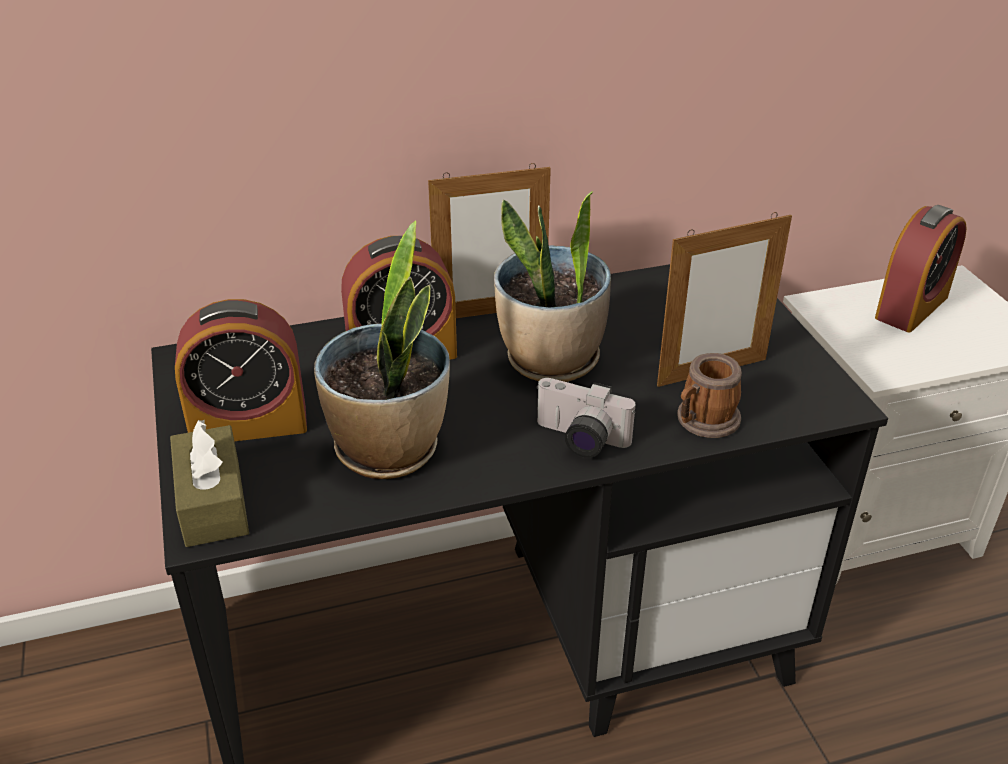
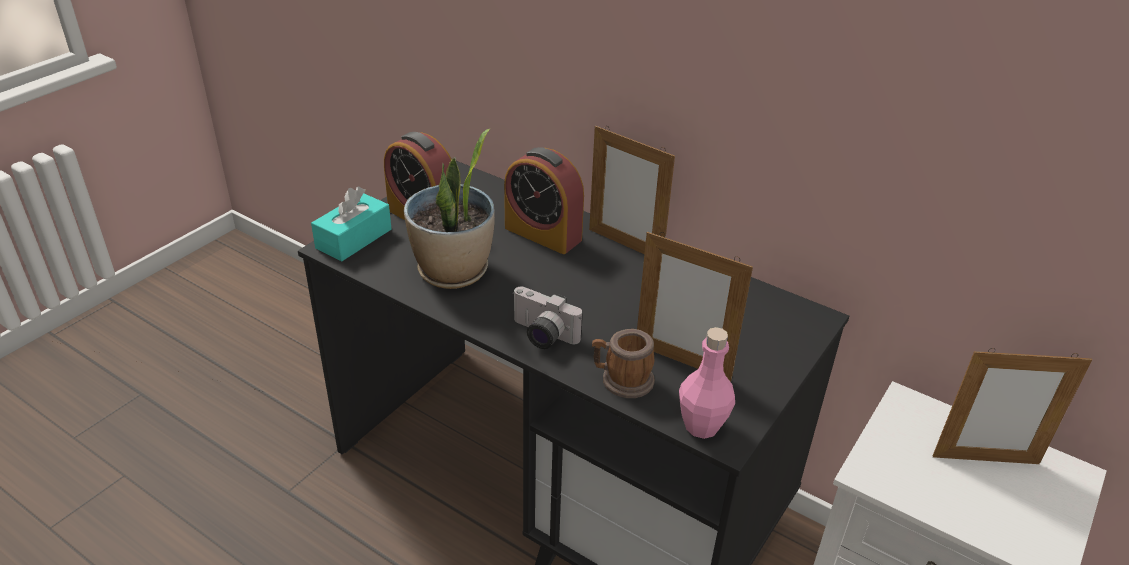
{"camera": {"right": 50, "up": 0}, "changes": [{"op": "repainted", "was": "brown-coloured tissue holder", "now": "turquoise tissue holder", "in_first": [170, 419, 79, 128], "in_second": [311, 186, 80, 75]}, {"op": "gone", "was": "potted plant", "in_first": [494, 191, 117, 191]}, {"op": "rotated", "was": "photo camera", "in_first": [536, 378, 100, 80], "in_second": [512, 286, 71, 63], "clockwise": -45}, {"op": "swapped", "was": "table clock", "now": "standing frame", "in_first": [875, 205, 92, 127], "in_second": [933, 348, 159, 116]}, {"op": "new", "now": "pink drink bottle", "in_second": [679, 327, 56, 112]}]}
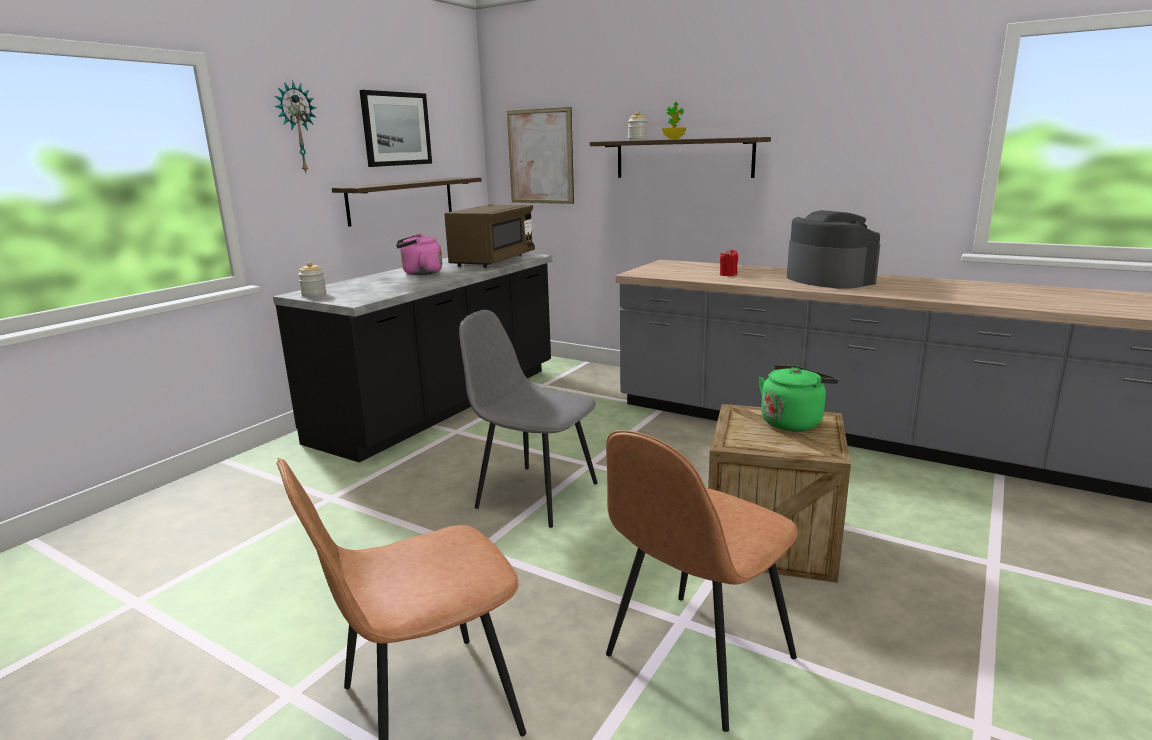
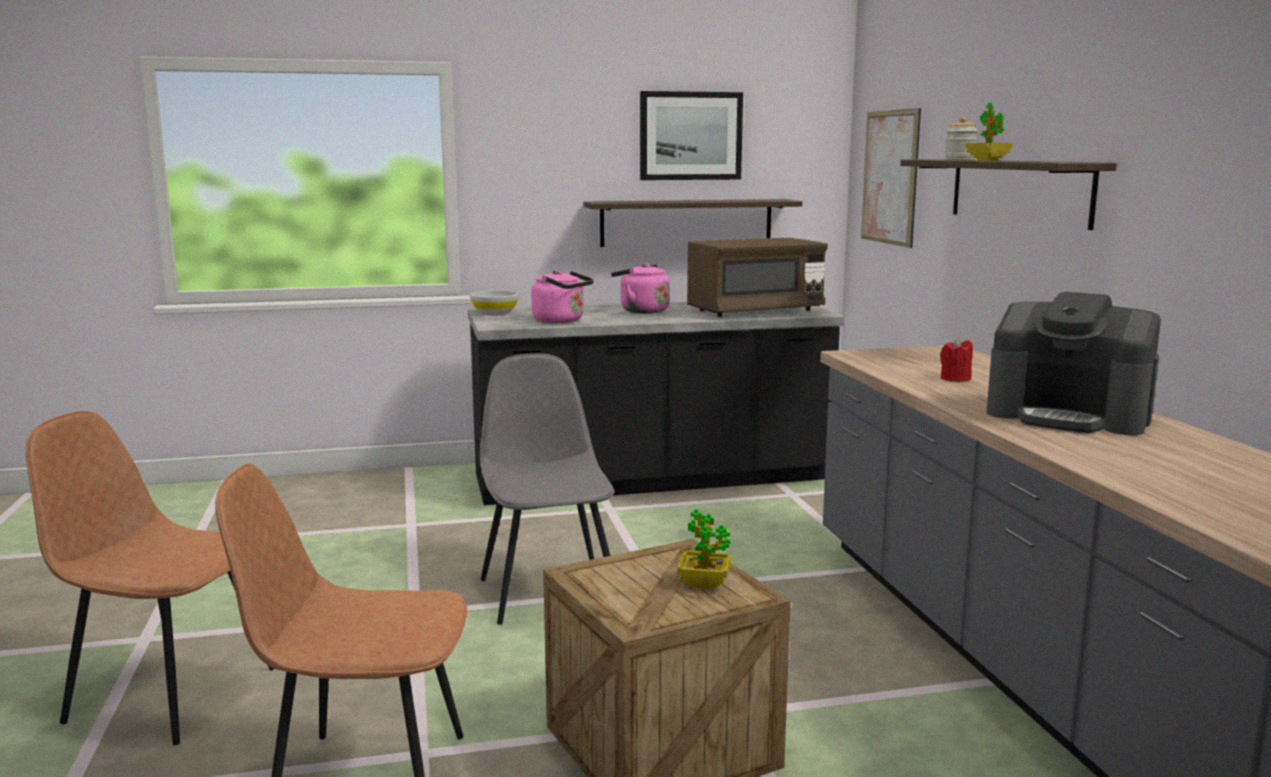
{"camera": {"right": 45, "up": -5}, "changes": [{"op": "gone", "was": "wall clock", "in_first": [275, 81, 42, 92]}, {"op": "swapped", "was": "storage jar", "now": "white bowl", "in_first": [298, 262, 28, 35], "in_second": [470, 290, 49, 26]}, {"op": "swapped", "was": "greenish tea kettle", "now": "potted plant", "in_first": [759, 365, 80, 66], "in_second": [677, 509, 54, 80]}, {"op": "rotated", "was": "coffee brewer", "in_first": [787, 210, 93, 79], "in_second": [986, 292, 175, 143], "clockwise": 105}, {"op": "new", "now": "pink tea kettle", "in_second": [531, 270, 63, 53]}]}
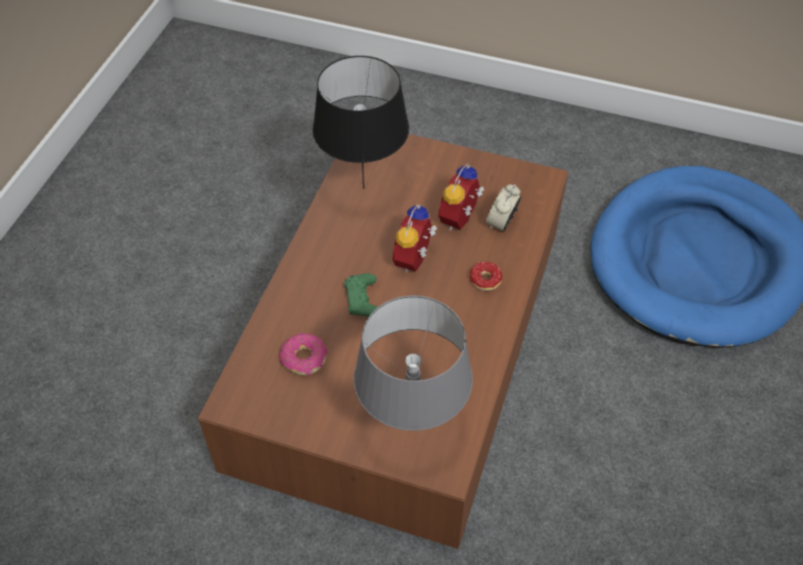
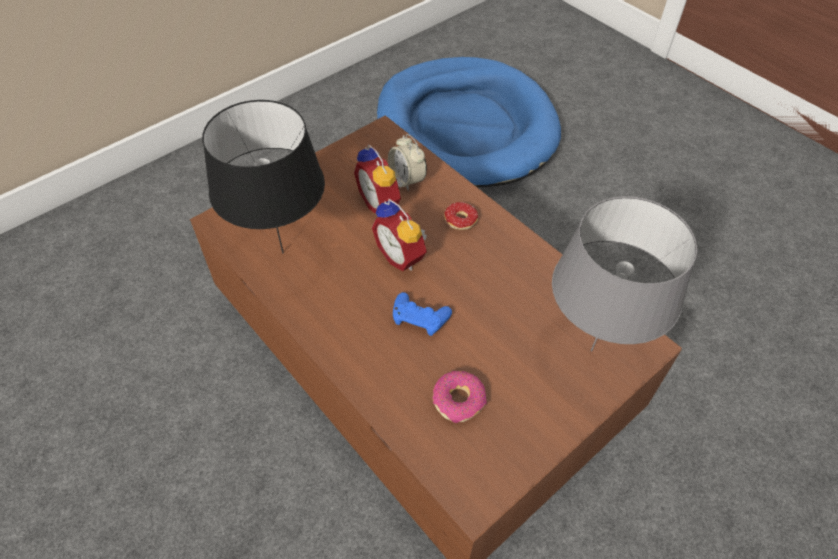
{"camera": {"right": -60, "up": 0}, "changes": [{"op": "repainted", "was": "greenish game controller", "now": "blue game controller", "in_first": [344, 273, 34, 44], "in_second": [393, 292, 59, 44]}]}
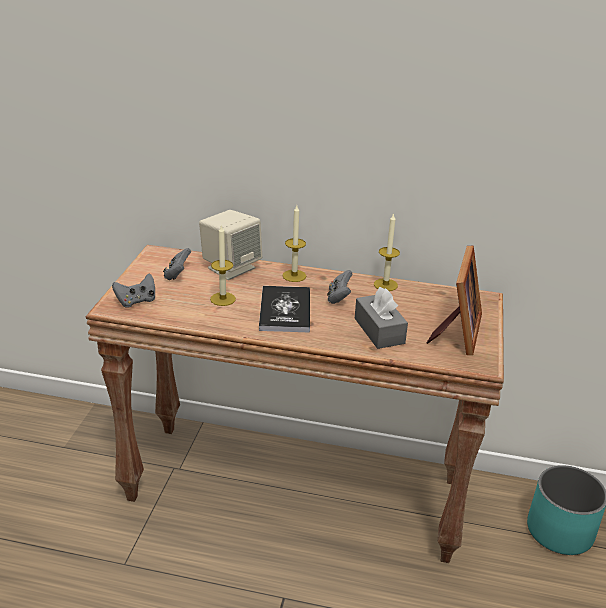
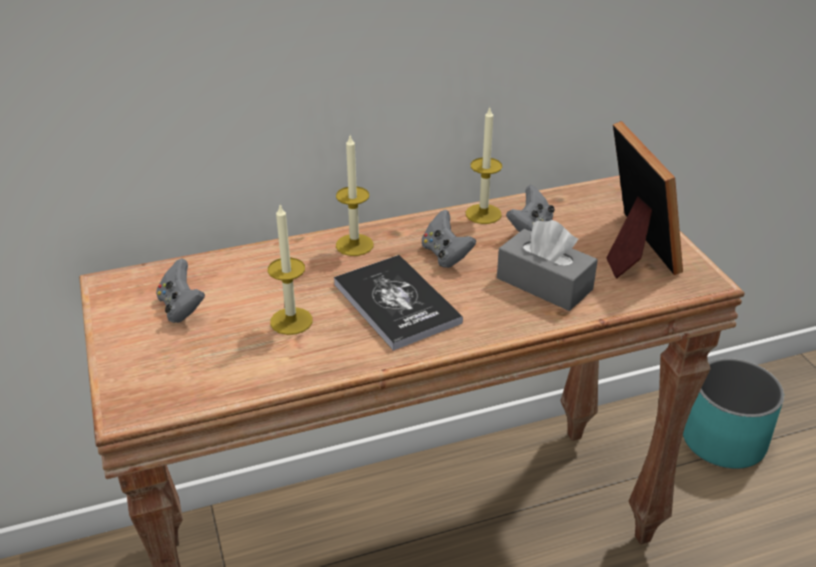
{"camera": {"right": -30, "up": 5}, "changes": [{"op": "shifted", "was": "greyish game controller", "in_first": [112, 273, 43, 35], "in_second": [506, 185, 49, 47]}, {"op": "gone", "was": "beige loudspeaker", "in_first": [199, 210, 63, 70]}]}
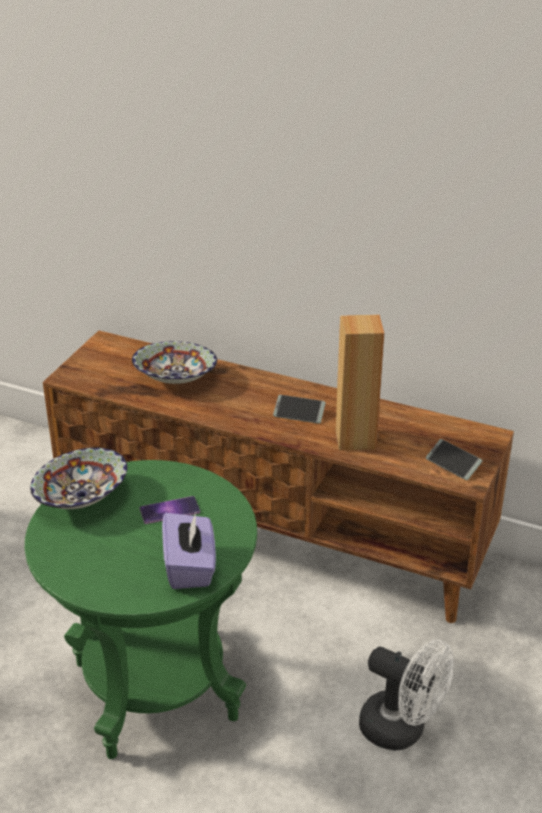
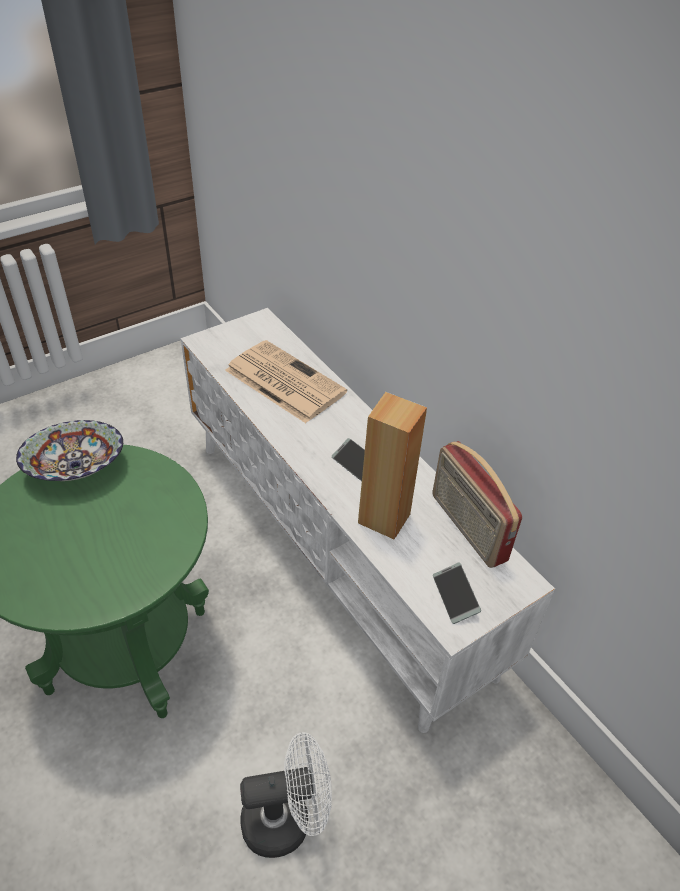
{"camera": {"right": 30, "up": 10}, "changes": [{"op": "repainted", "was": "brown-coloured tv unit", "now": "white tv unit", "in_first": [43, 330, 471, 293], "in_second": [181, 308, 374, 425]}, {"op": "swapped", "was": "bowl", "now": "newspaper", "in_first": [132, 341, 85, 43], "in_second": [225, 340, 122, 83]}, {"op": "gone", "was": "handset", "in_first": [140, 496, 60, 28]}, {"op": "gone", "was": "purple tissue holder", "in_first": [162, 513, 54, 76]}, {"op": "rotated", "was": "white cooling fan", "in_first": [359, 640, 95, 111], "in_second": [240, 732, 92, 126], "clockwise": -75}, {"op": "new", "now": "radio set", "in_second": [432, 441, 90, 127]}]}
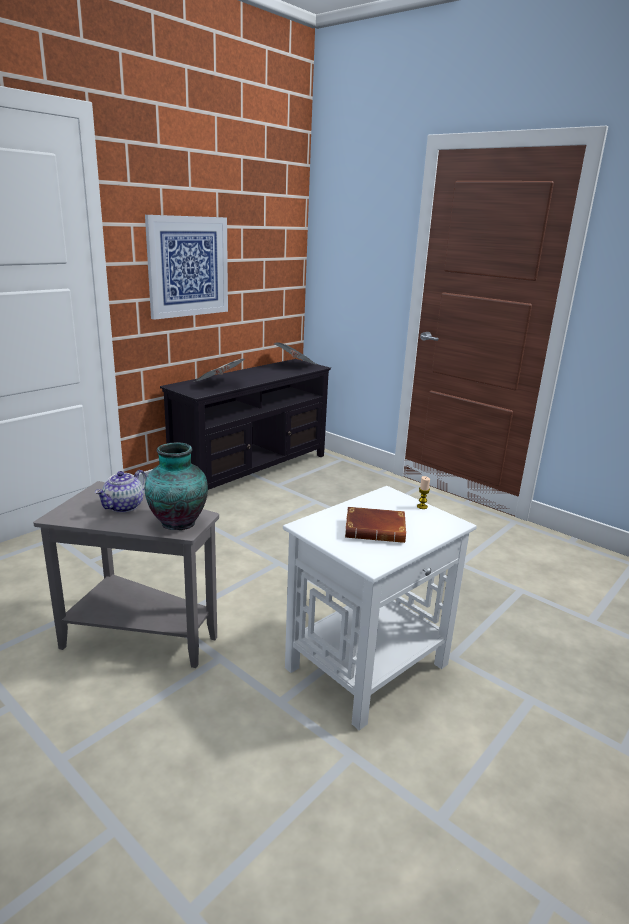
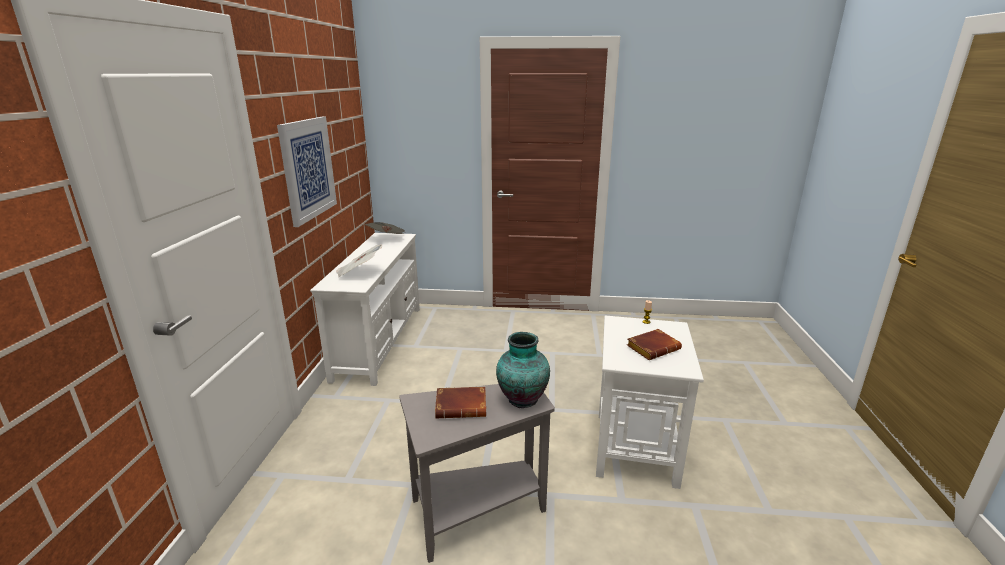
{"camera": {"right": -35, "up": 0}, "changes": [{"op": "swapped", "was": "teapot", "now": "brown-coloured book", "in_first": [95, 470, 52, 43], "in_second": [435, 387, 51, 32]}, {"op": "repainted", "was": "black-coloured tv unit", "now": "white tv unit", "in_first": [160, 359, 171, 131], "in_second": [310, 233, 110, 153]}]}
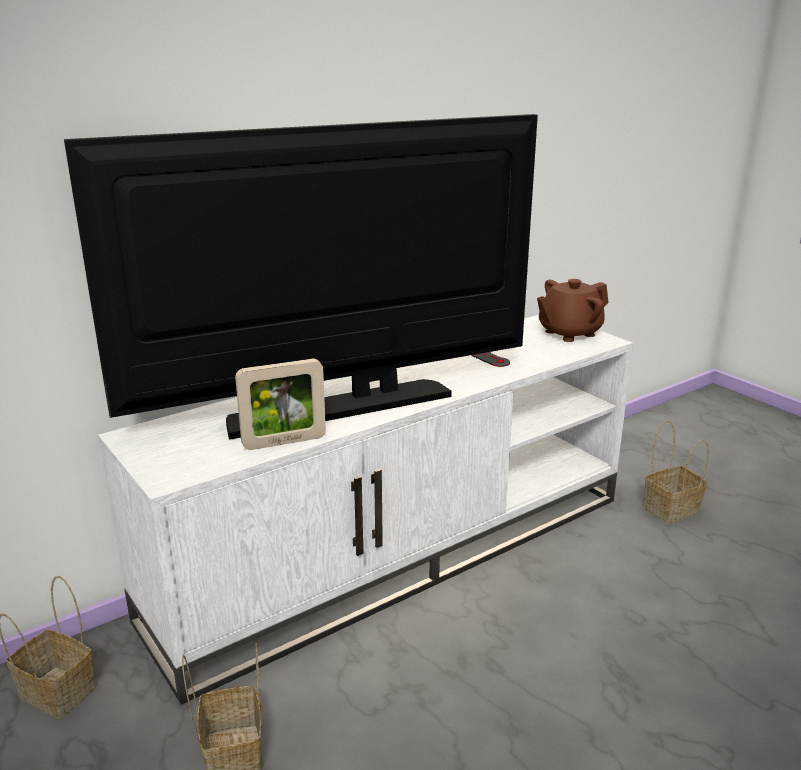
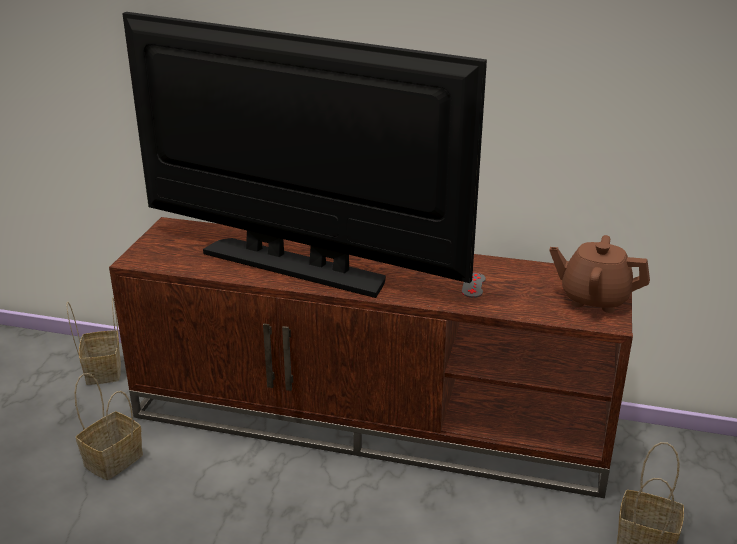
{"camera": {"right": 50, "up": 5}, "changes": [{"op": "repainted", "was": "white tv unit", "now": "brown-coloured tv unit", "in_first": [98, 315, 535, 390], "in_second": [109, 217, 524, 281]}, {"op": "gone", "was": "standing frame", "in_first": [235, 359, 91, 91]}]}
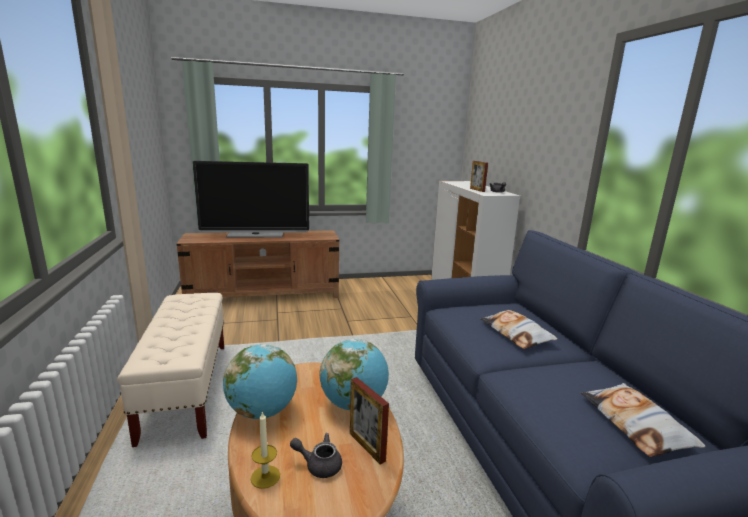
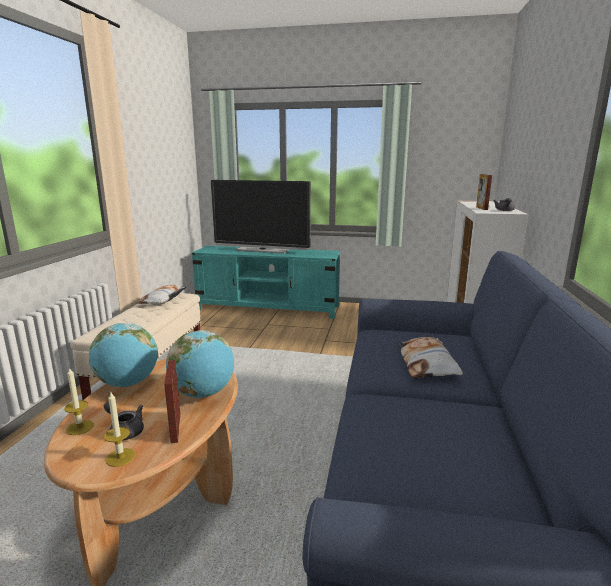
{"camera": {"right": 25, "up": 0}, "changes": [{"op": "repainted", "was": "brown-coloured tv unit", "now": "turquoise tv unit", "in_first": [176, 230, 164, 68], "in_second": [192, 246, 148, 73]}, {"op": "shifted", "was": "cushion", "in_first": [581, 383, 125, 74], "in_second": [136, 285, 51, 20]}, {"op": "new", "now": "wax candle", "in_second": [104, 392, 31, 75]}]}
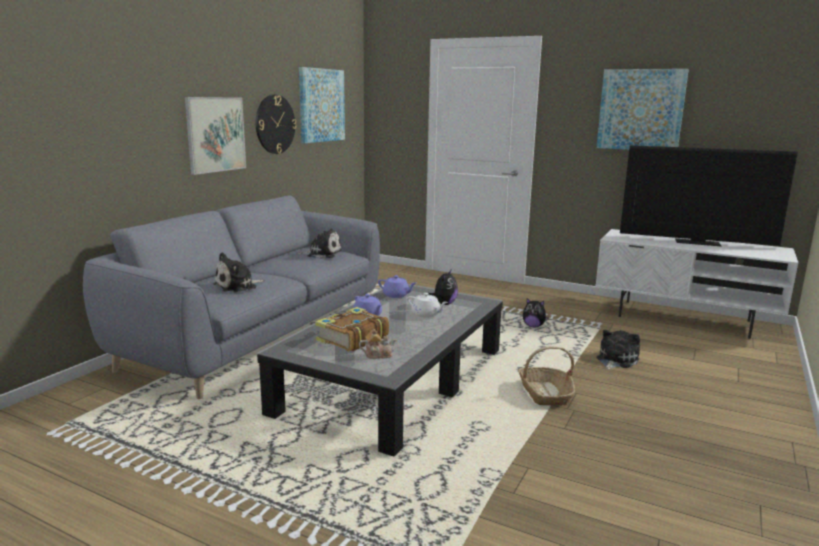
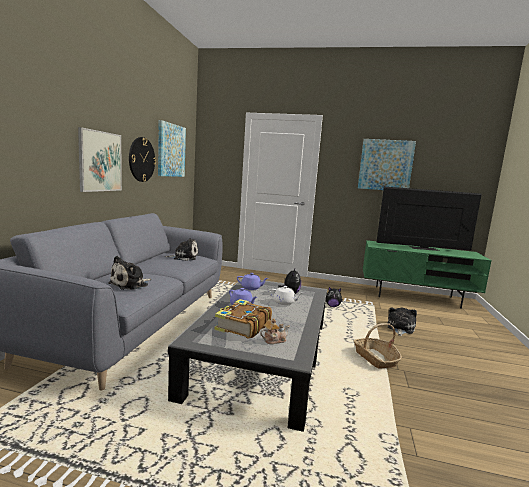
{"camera": {"right": -15, "up": -5}, "changes": [{"op": "repainted", "was": "white tv unit", "now": "greenish tv unit", "in_first": [595, 229, 203, 110], "in_second": [363, 240, 129, 69]}]}
